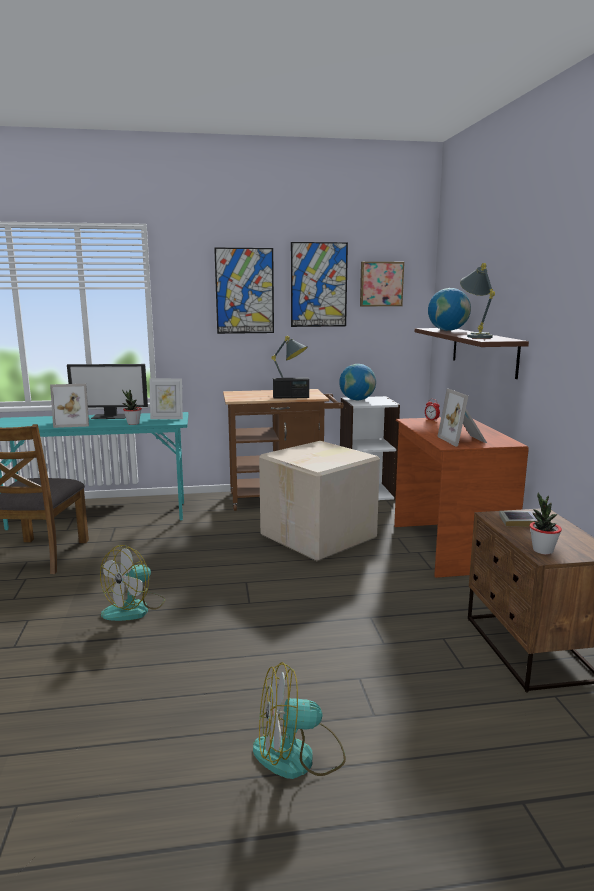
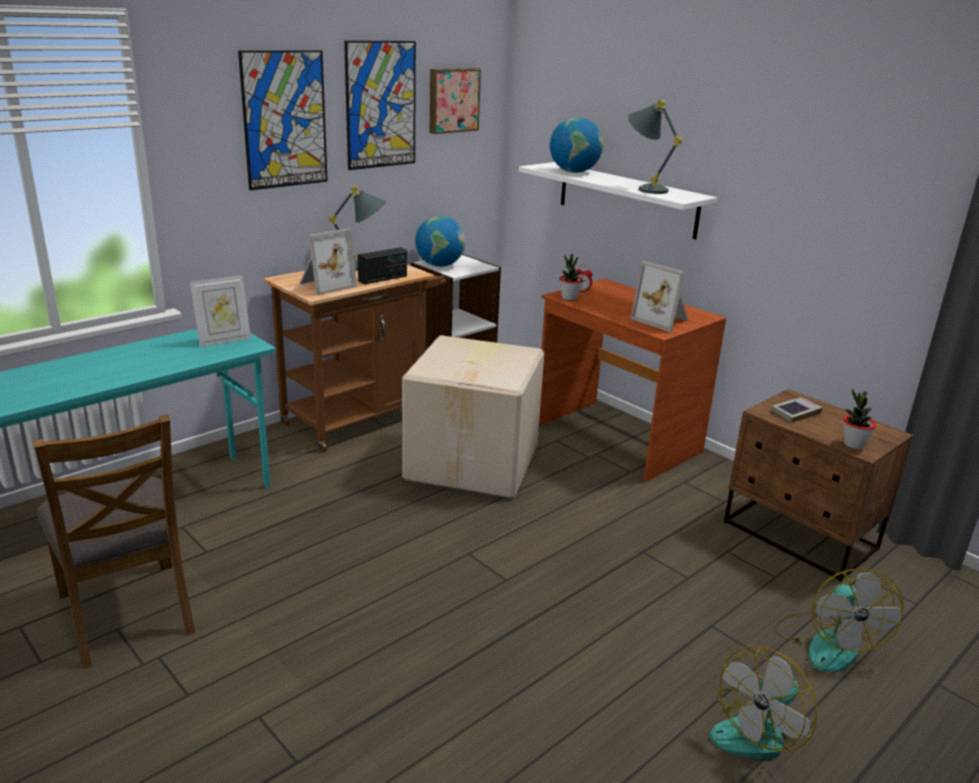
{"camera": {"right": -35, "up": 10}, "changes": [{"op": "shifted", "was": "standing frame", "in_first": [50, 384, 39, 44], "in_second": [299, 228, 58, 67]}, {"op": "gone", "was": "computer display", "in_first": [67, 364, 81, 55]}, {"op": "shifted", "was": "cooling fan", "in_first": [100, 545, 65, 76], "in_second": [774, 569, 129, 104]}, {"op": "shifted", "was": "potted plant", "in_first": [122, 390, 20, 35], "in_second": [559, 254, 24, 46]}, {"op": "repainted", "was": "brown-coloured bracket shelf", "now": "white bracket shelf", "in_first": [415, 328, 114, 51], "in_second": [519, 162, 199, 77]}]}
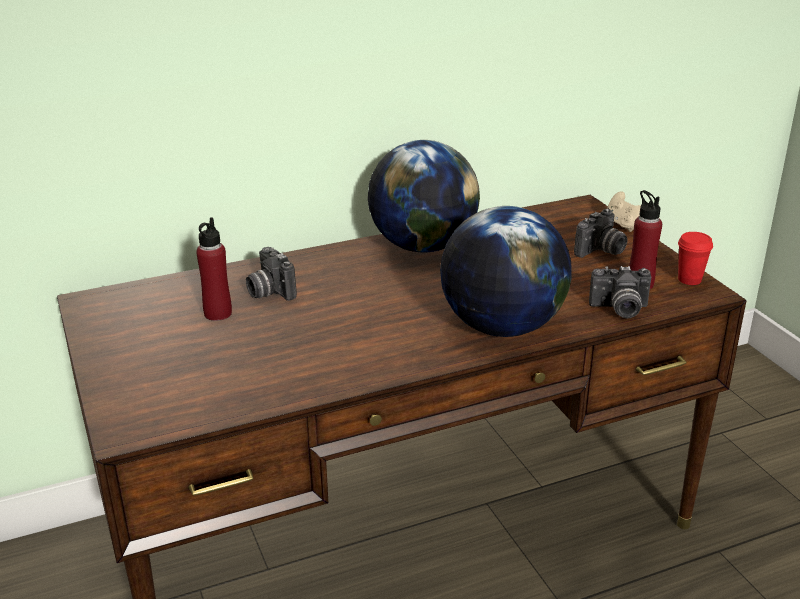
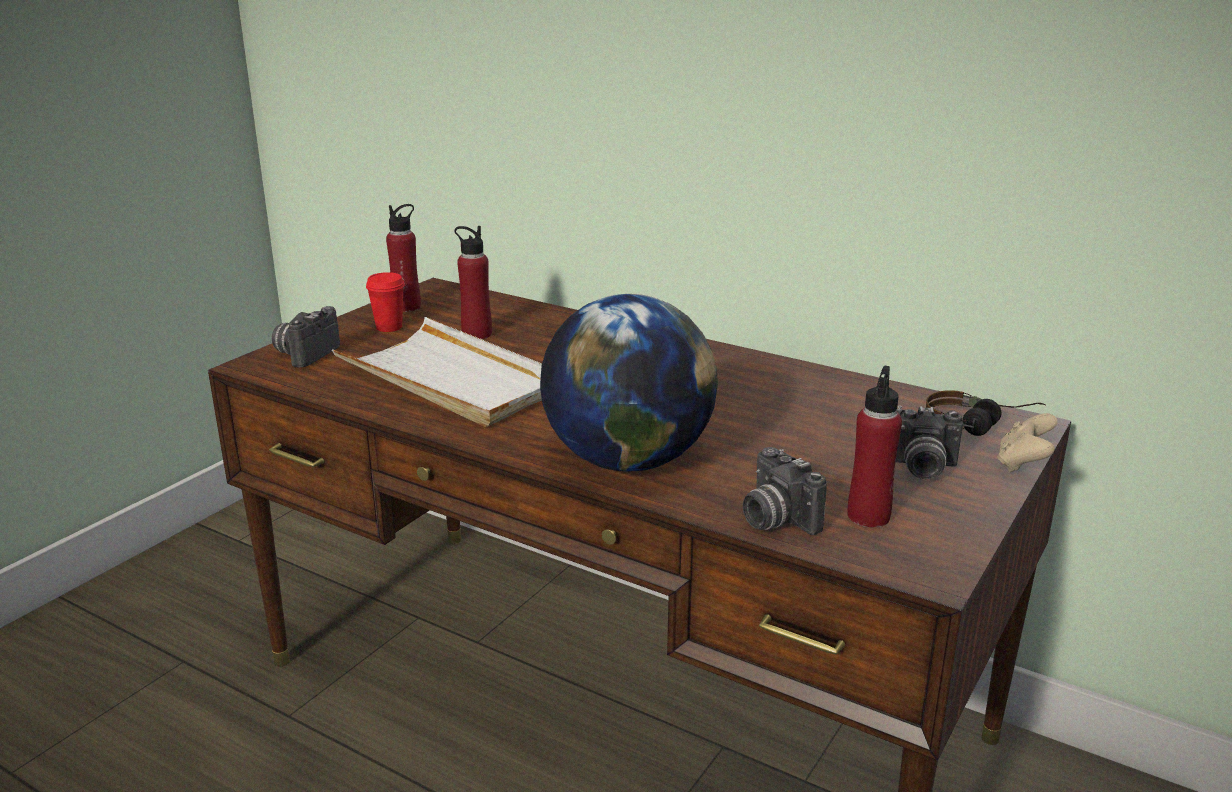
{"camera": {"right": 55, "up": -5}, "changes": [{"op": "shifted", "was": "photo camera", "in_first": [246, 247, 51, 54], "in_second": [272, 306, 68, 62]}, {"op": "gone", "was": "world globe", "in_first": [368, 140, 112, 113]}, {"op": "shifted", "was": "red-coloured drinking cup", "in_first": [678, 232, 35, 53], "in_second": [366, 272, 39, 60]}, {"op": "new", "now": "white tray", "in_second": [332, 317, 210, 110]}, {"op": "new", "now": "red-coloured drink bottle", "in_second": [386, 204, 35, 108]}, {"op": "new", "now": "headphones", "in_second": [926, 390, 120, 46]}]}
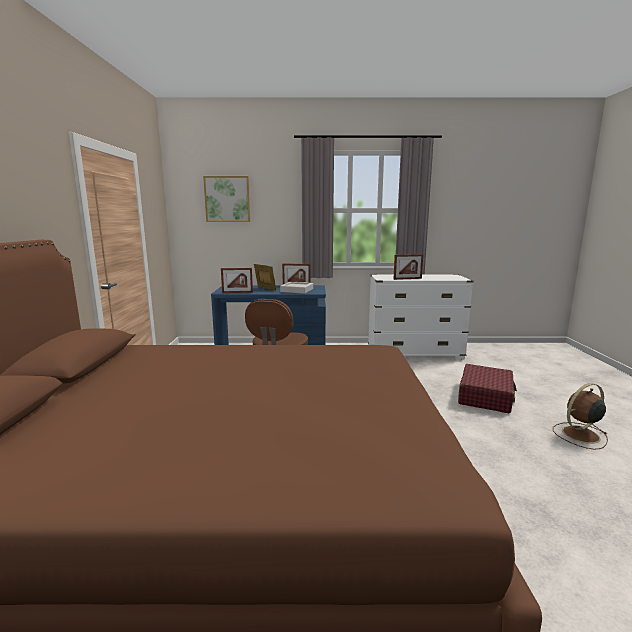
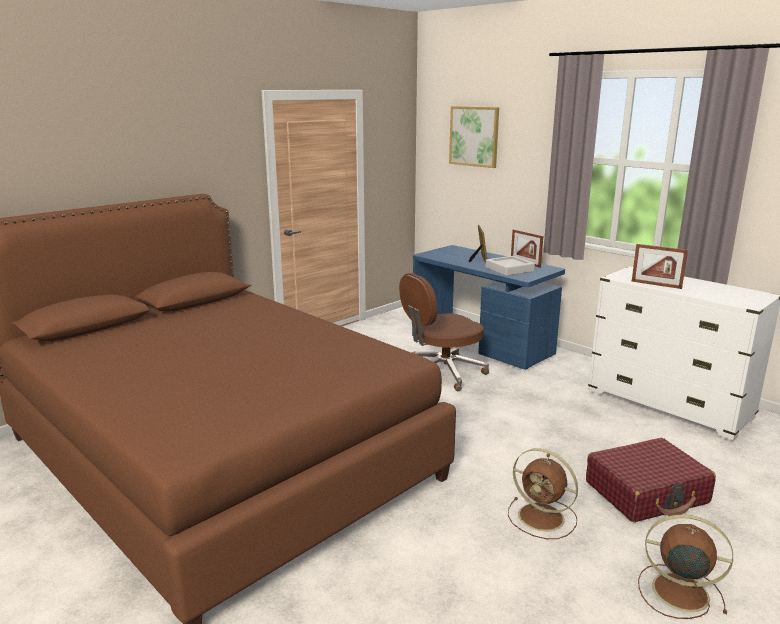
{"camera": {"right": 45, "up": 5}, "changes": [{"op": "gone", "was": "standing frame", "in_first": [221, 268, 32, 25]}, {"op": "new", "now": "brown-coloured cooling fan", "in_second": [508, 448, 70, 91]}]}
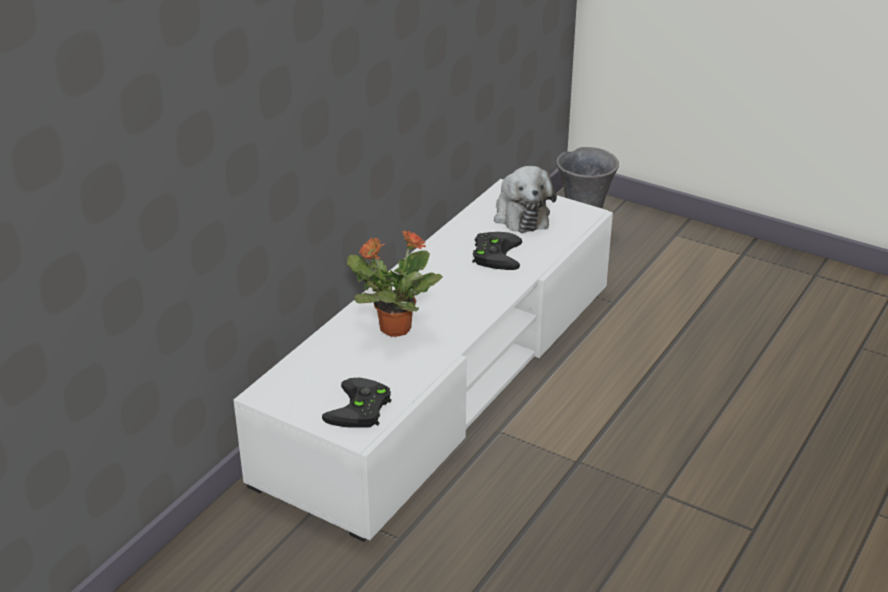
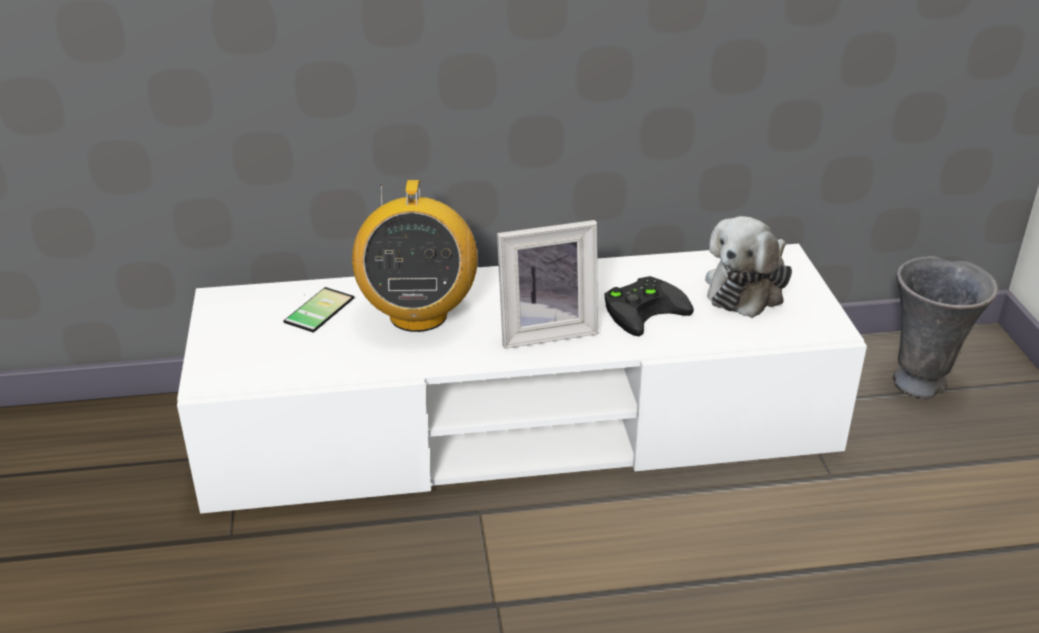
{"camera": {"right": 50, "up": 0}, "changes": [{"op": "gone", "was": "black-coloured game controller", "in_first": [322, 378, 70, 50]}, {"op": "swapped", "was": "potted plant", "now": "radio set", "in_first": [347, 229, 96, 108], "in_second": [352, 180, 126, 152]}, {"op": "new", "now": "handset", "in_second": [283, 287, 71, 46]}, {"op": "new", "now": "standing frame", "in_second": [497, 220, 101, 129]}]}
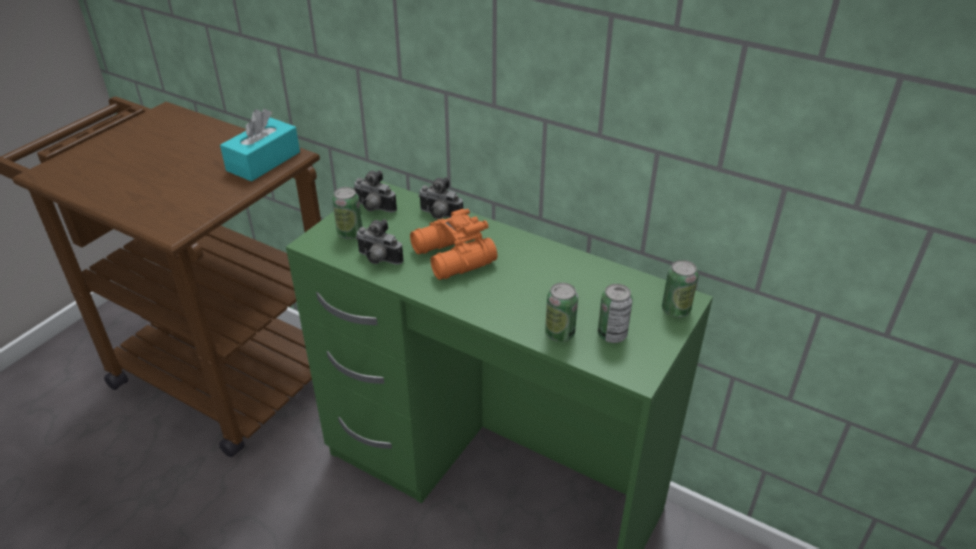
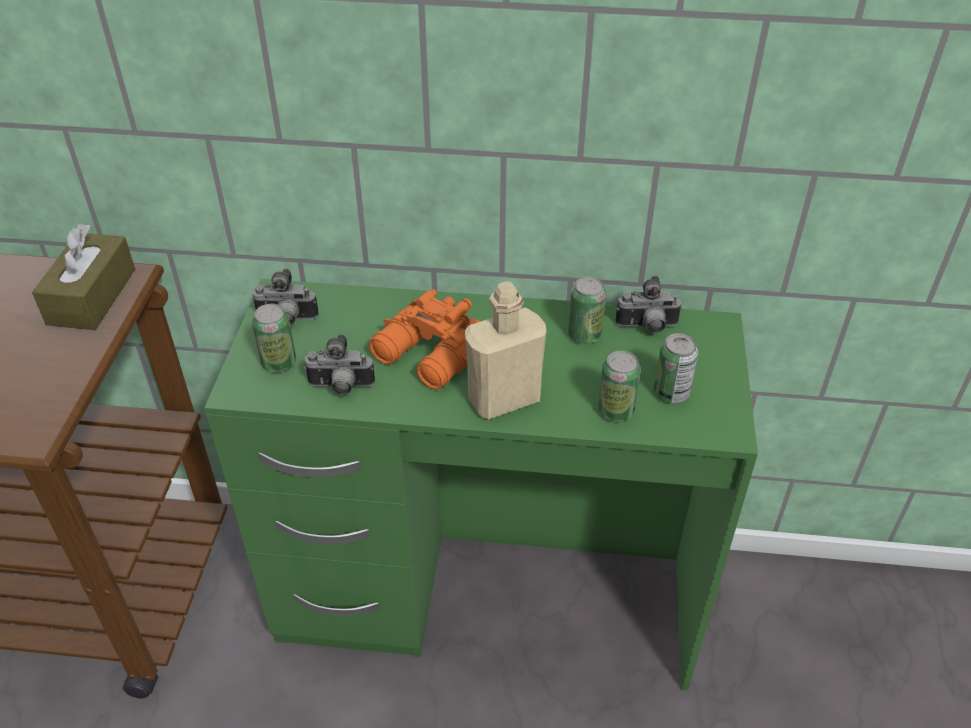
{"camera": {"right": -25, "up": 5}, "changes": [{"op": "repainted", "was": "turquoise tissue holder", "now": "brown-coloured tissue holder", "in_first": [220, 109, 80, 73], "in_second": [32, 224, 103, 106]}, {"op": "shifted", "was": "photo camera", "in_first": [418, 177, 45, 42], "in_second": [615, 276, 67, 57]}, {"op": "shifted", "was": "metal can", "in_first": [662, 260, 36, 57], "in_second": [568, 276, 38, 68]}, {"op": "new", "now": "beige drink bottle", "in_second": [465, 281, 82, 139]}]}
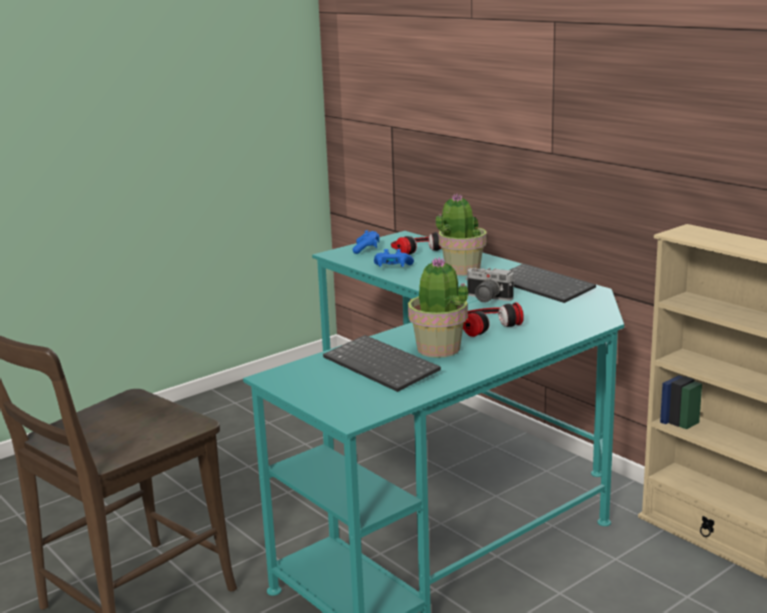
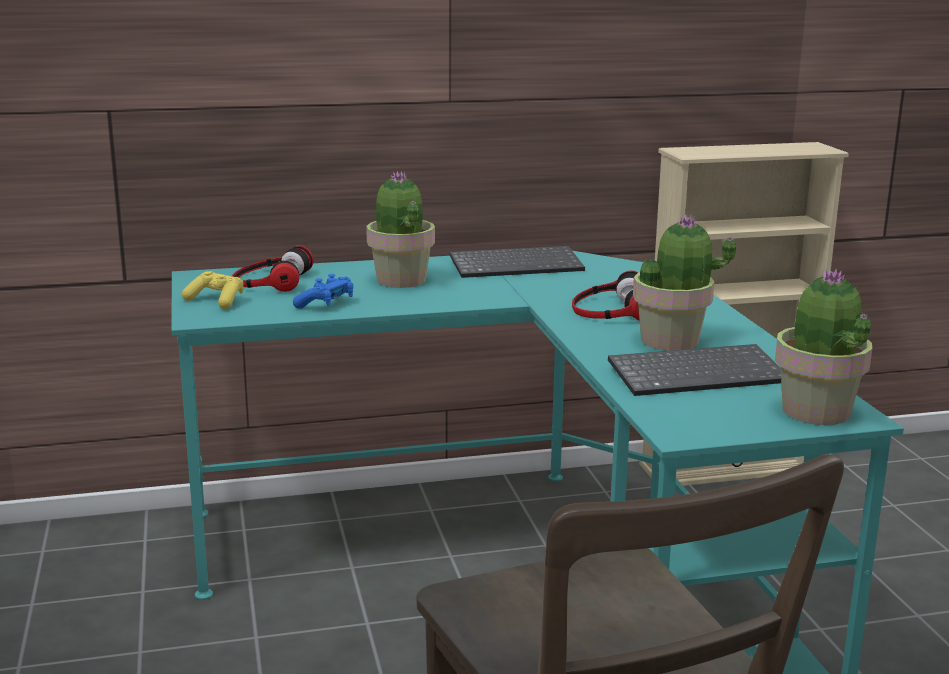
{"camera": {"right": -65, "up": 0}, "changes": [{"op": "repainted", "was": "blue game controller", "now": "yellow-coloured game controller", "in_first": [353, 230, 26, 24], "in_second": [182, 271, 61, 38]}, {"op": "gone", "was": "photo camera", "in_first": [465, 268, 49, 34]}, {"op": "new", "now": "potted plant", "in_second": [775, 269, 97, 156]}]}
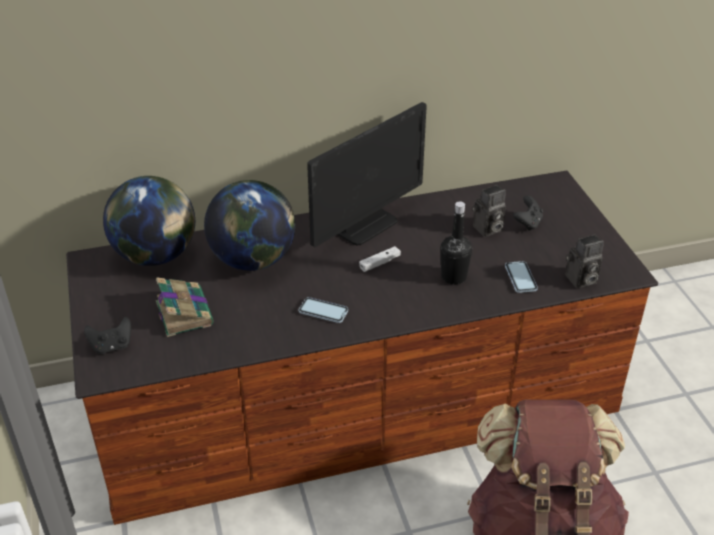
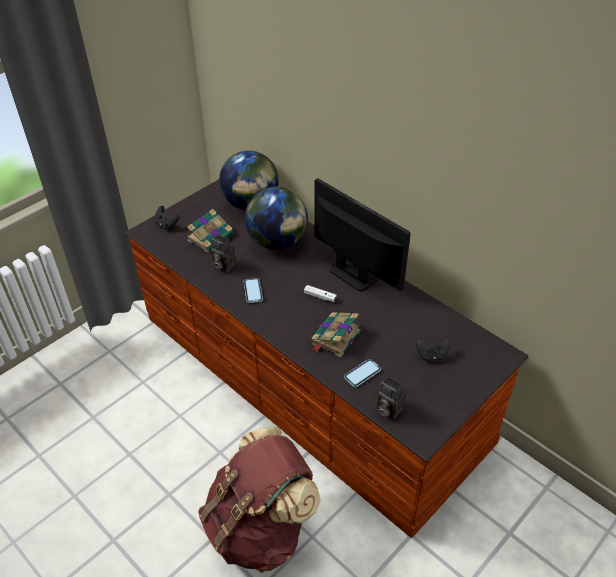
{"camera": {"right": 60, "up": 5}, "changes": [{"op": "rotated", "was": "computer display", "in_first": [307, 102, 120, 145], "in_second": [314, 178, 97, 114], "clockwise": -150}, {"op": "swapped", "was": "black-coloured drink bottle", "now": "book", "in_first": [440, 201, 32, 84], "in_second": [310, 312, 51, 45]}, {"op": "shifted", "was": "photo camera", "in_first": [472, 185, 34, 52], "in_second": [211, 234, 25, 39]}]}
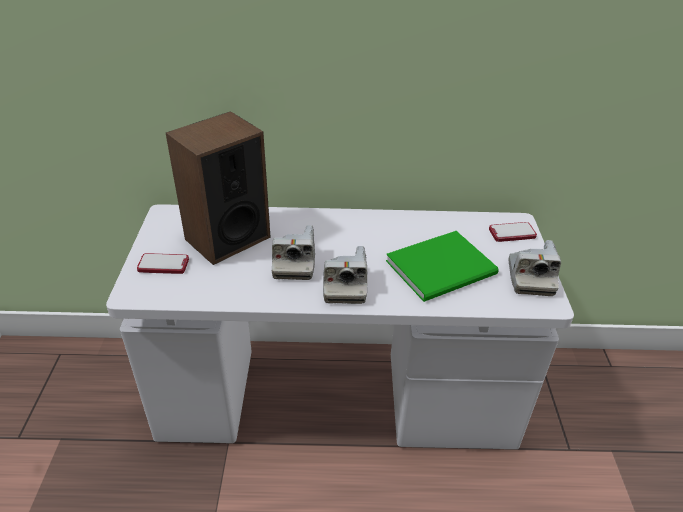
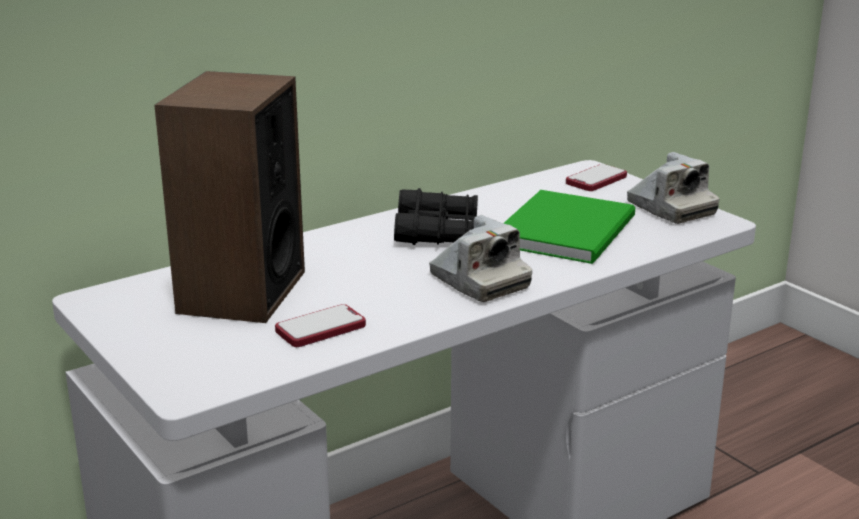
{"camera": {"right": -35, "up": -15}, "changes": [{"op": "shifted", "was": "handset", "in_first": [137, 253, 52, 21], "in_second": [275, 304, 91, 43]}, {"op": "gone", "was": "photo camera", "in_first": [272, 225, 43, 55]}, {"op": "new", "now": "black-coloured pair of binoculars", "in_second": [394, 188, 84, 57]}]}
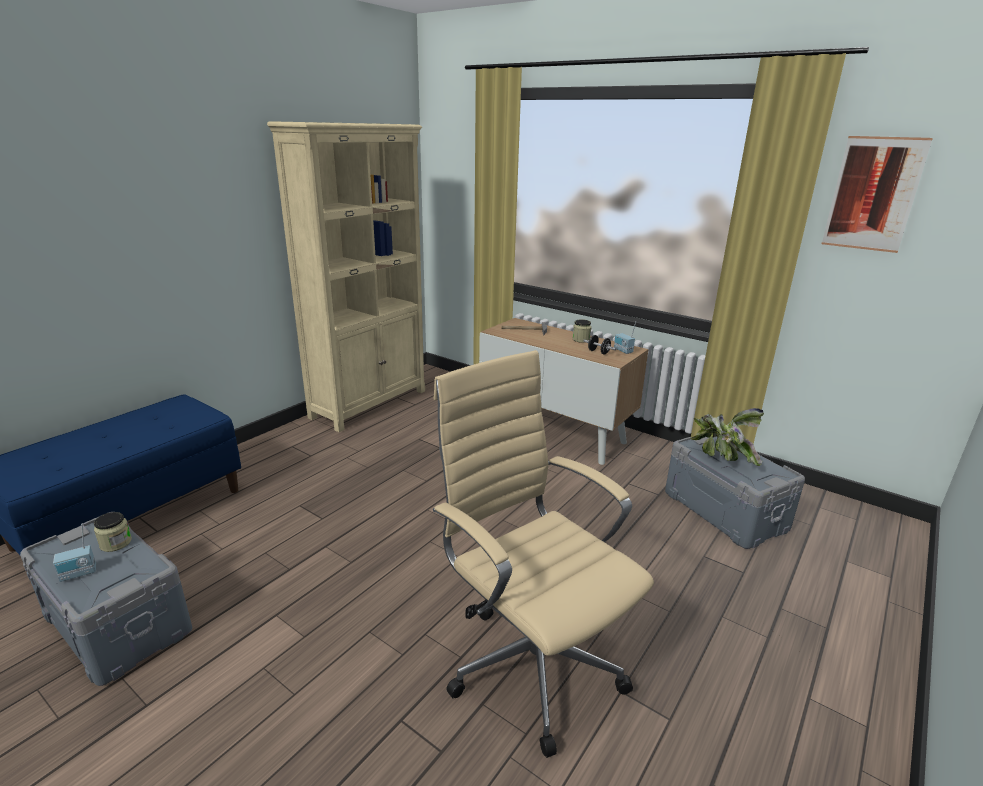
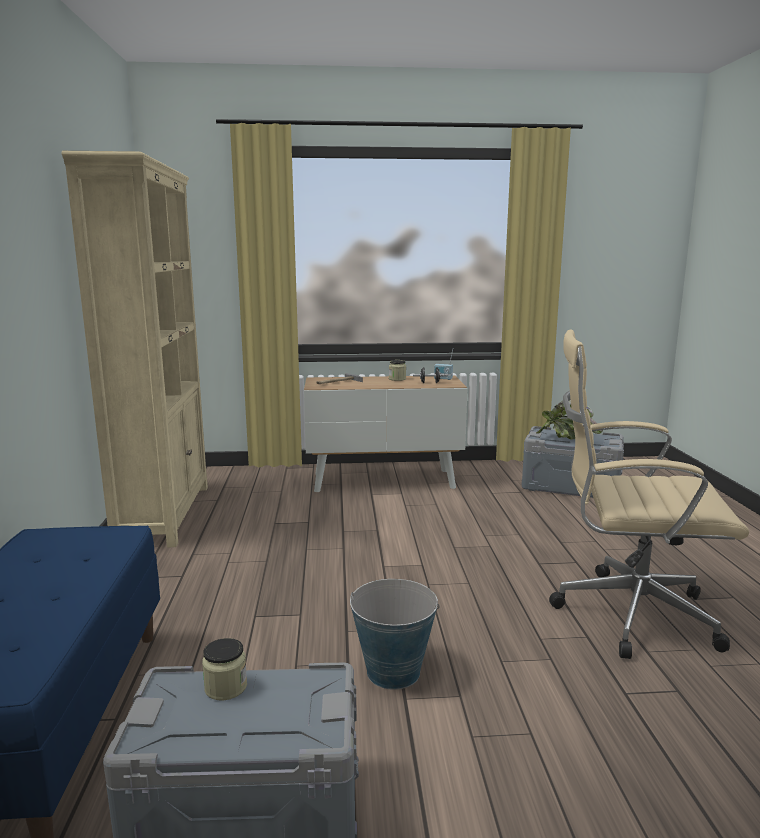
{"camera": {"right": -40, "up": -10}, "changes": [{"op": "gone", "was": "radio set", "in_first": [53, 523, 43, 59]}, {"op": "gone", "was": "picture", "in_first": [822, 136, 111, 117]}, {"op": "new", "now": "pail", "in_second": [350, 579, 90, 111]}]}
